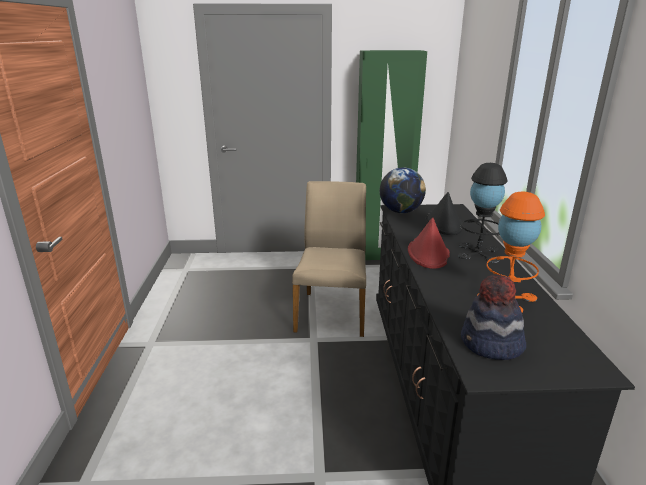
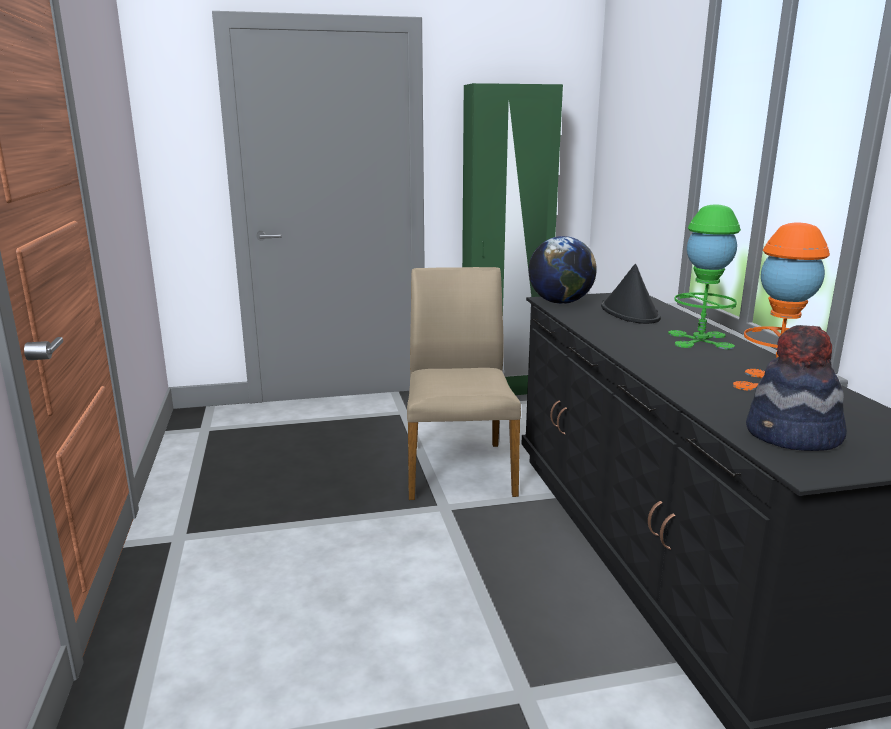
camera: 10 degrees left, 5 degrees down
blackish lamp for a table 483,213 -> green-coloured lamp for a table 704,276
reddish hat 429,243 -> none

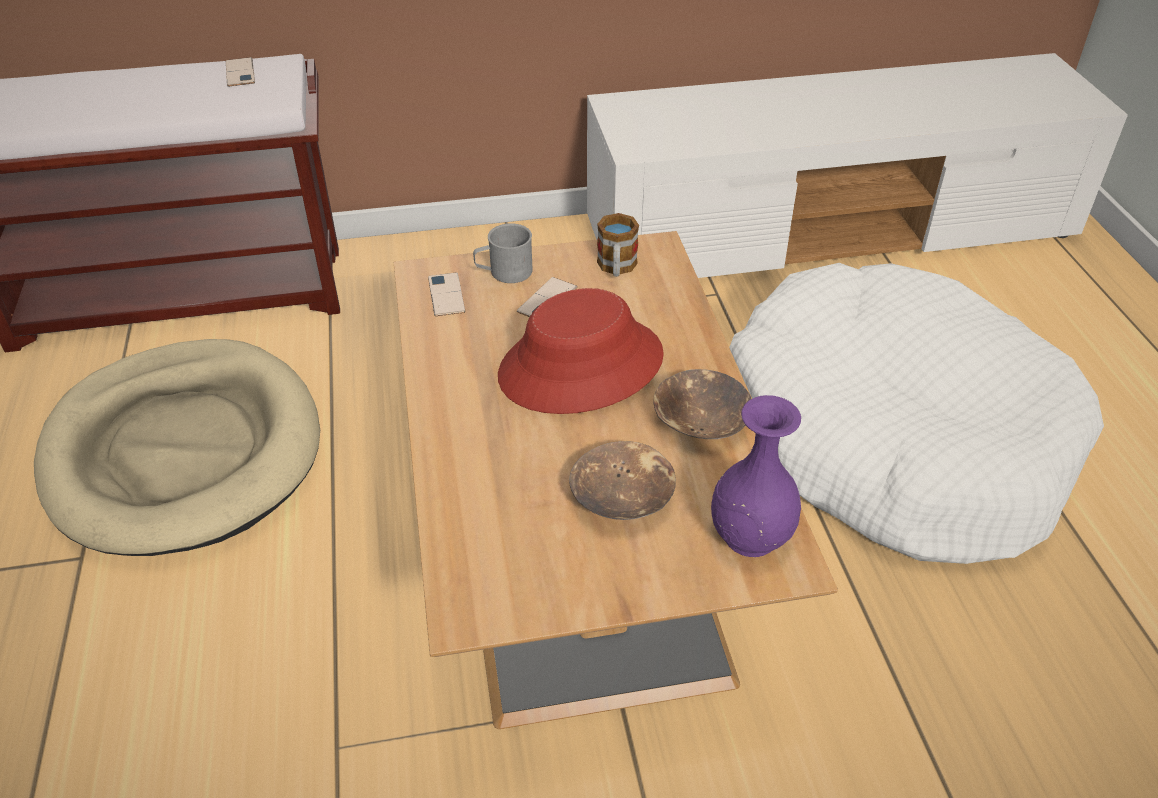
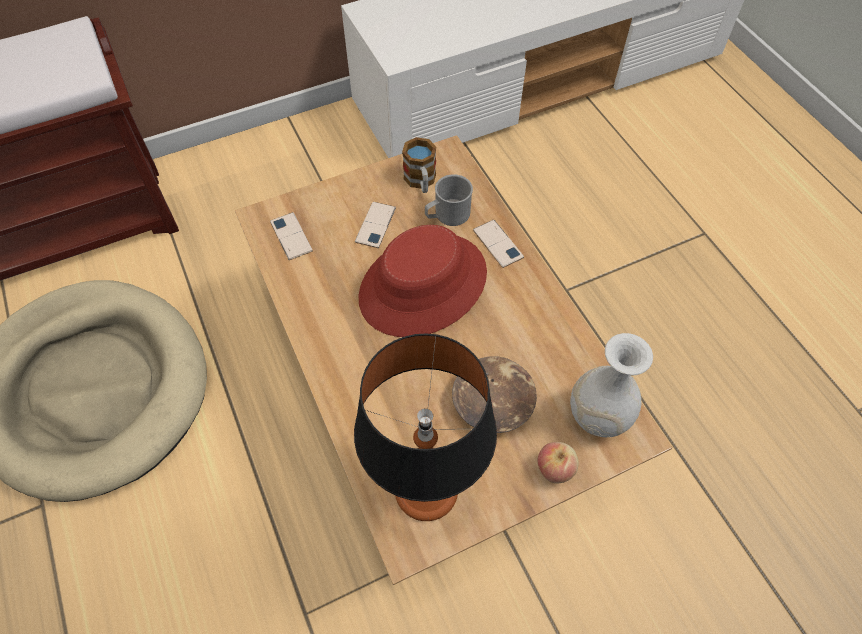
camera: 15 degrees left, 15 degrees up
phone 240,72 -> phone 498,244, move
gray coffee mug 503,253 -> gray coffee mug 449,200, move
white-coloured dog bed 916,413 -> none
brown serving bowl 702,404 -> none
purple-coloured vase 756,476 -> white-coloured vase 611,385
none -> lamp for a table 425,427
none -> apple fruit 558,462

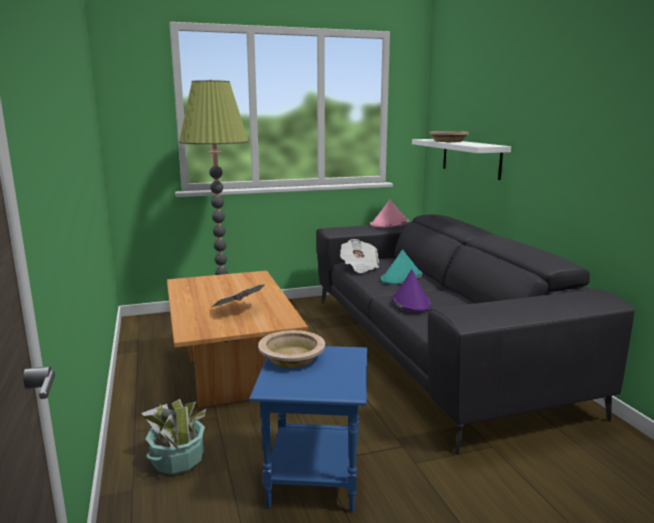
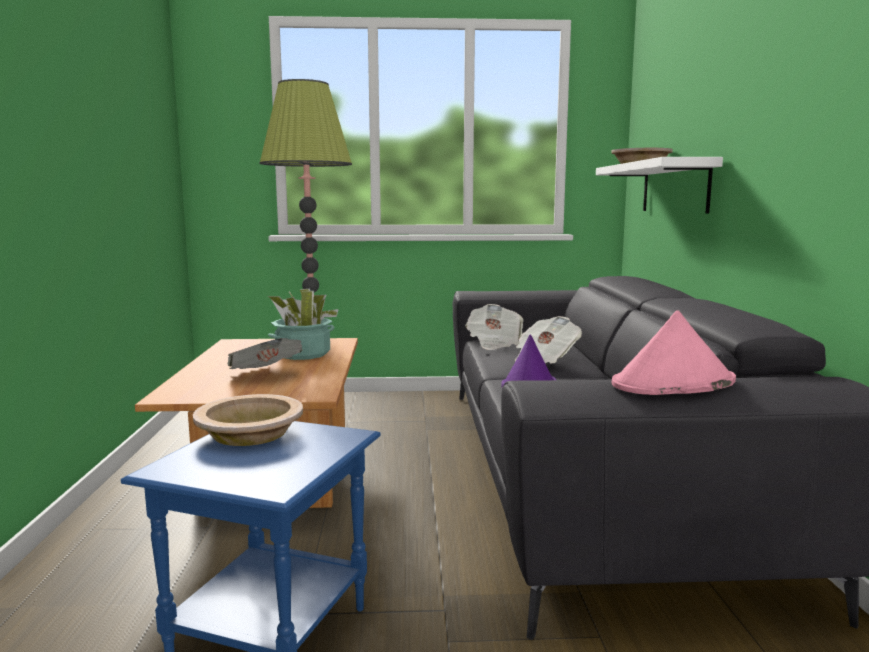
camera: 15 degrees right, 5 degrees down
pink-coloured hat 389,213 -> pink-coloured hat 674,352, move
turquoise-coloured hat 401,267 -> daily paper 548,340
houseplant 173,437 -> houseplant 303,324, move

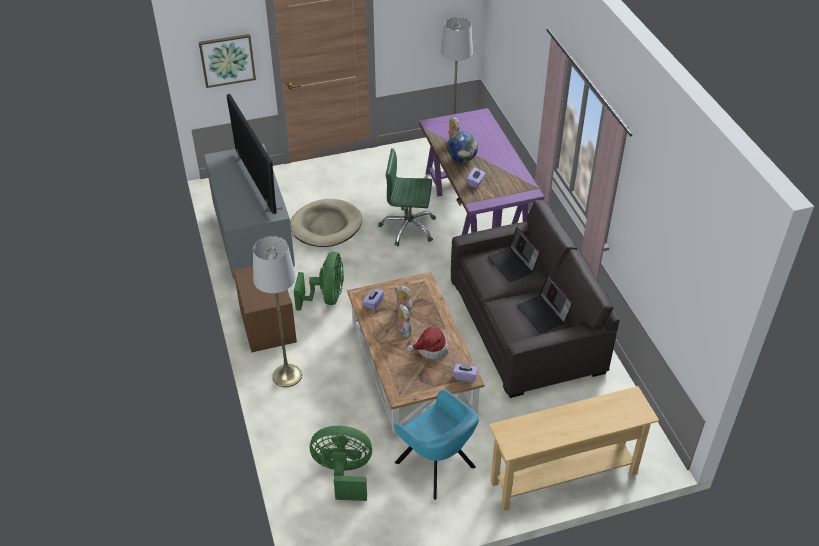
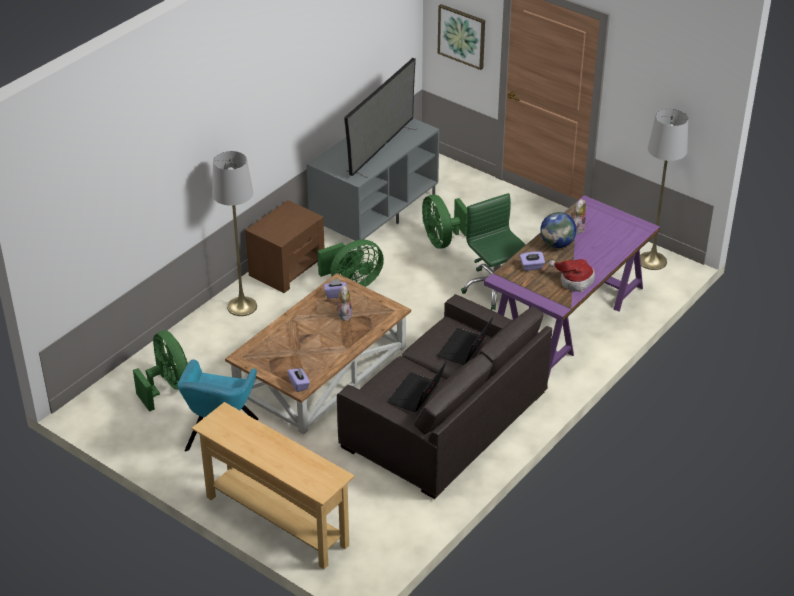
camera: 55 degrees right, 5 degrees down
beige dog bed 326,223 -> green-coloured cooling fan 444,221
soft toy 404,320 -> none
hat 428,342 -> hat 571,275, move

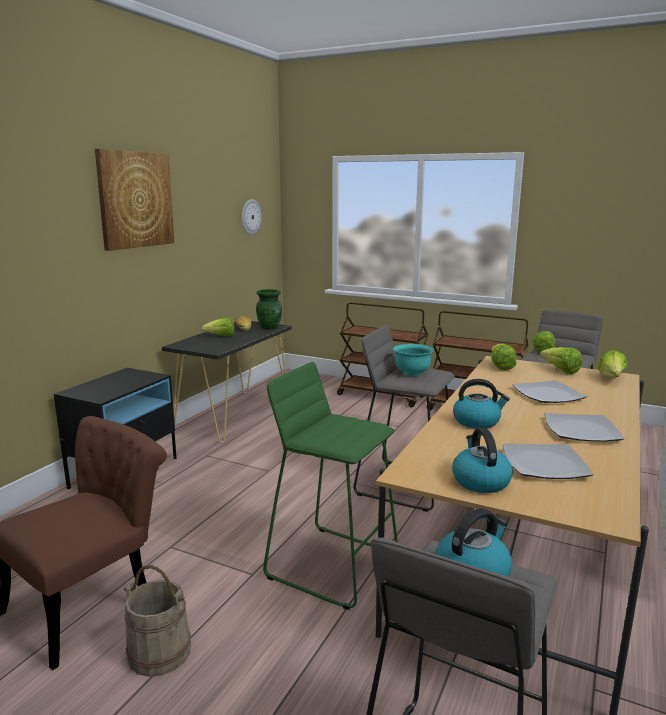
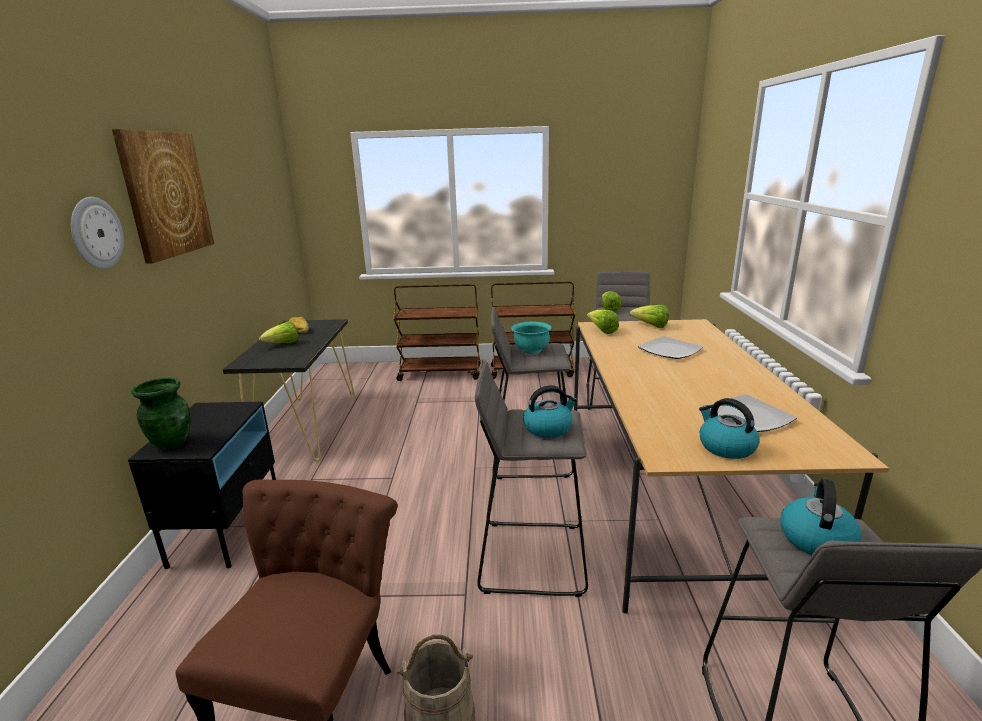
camera: 25 degrees left, 5 degrees up
hanging clock 252,217 -> hanging clock 97,233, move
green-coloured vase 269,309 -> green-coloured vase 161,414, move
head of lettuce 612,364 -> none
green-coloured stool seat 330,486 -> gray stool seat 531,478
kettle 481,404 -> kettle 550,411, move
flat dish 584,427 -> none

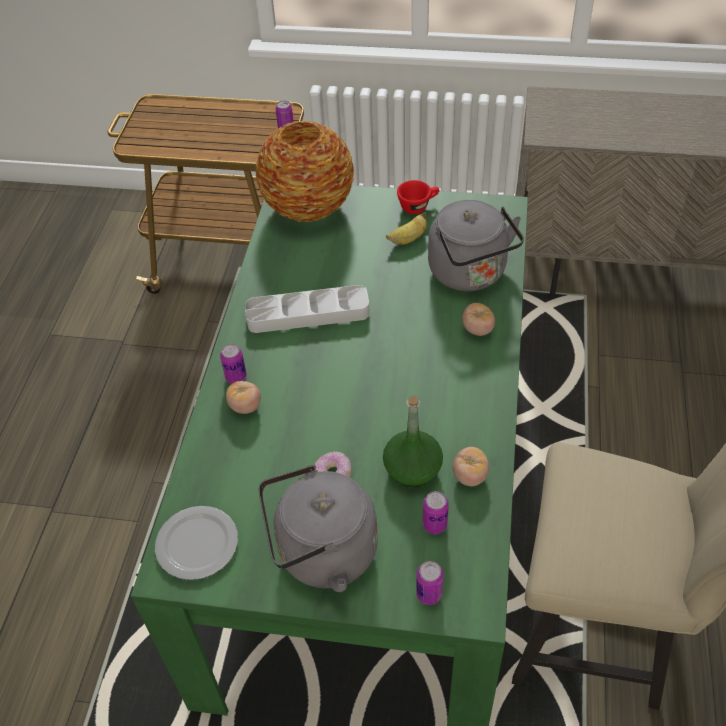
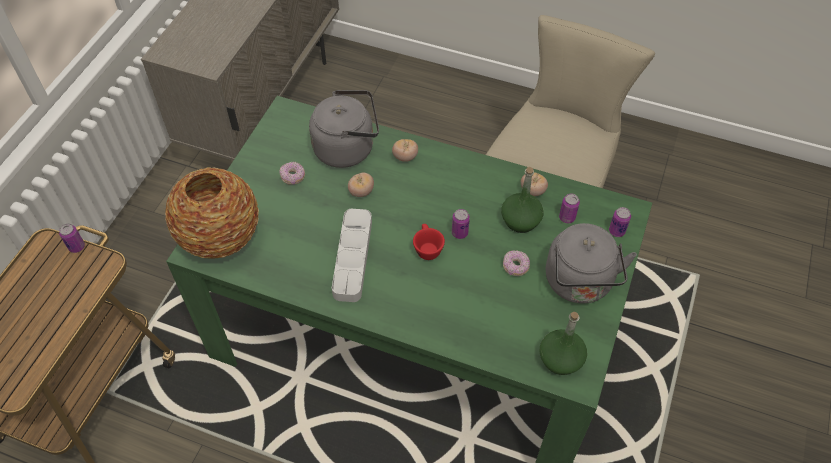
camera: 80 degrees left, 5 degrees up
reddish drinking cup 418,197 -> reddish drinking cup 429,242, move
banana fruit 406,228 -> ring doughnut 292,173
can 233,364 -> can 461,224, move
fresh tomato 243,397 -> fresh tomato 361,185, move
flat dish 196,543 -> green-coloured beverage bottle 563,343

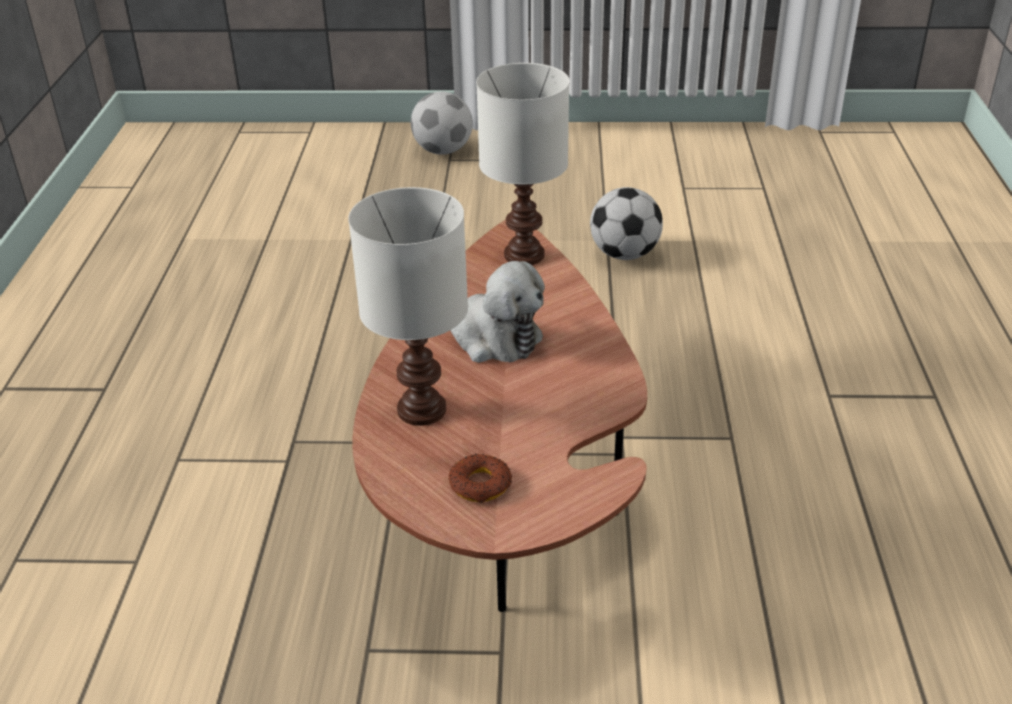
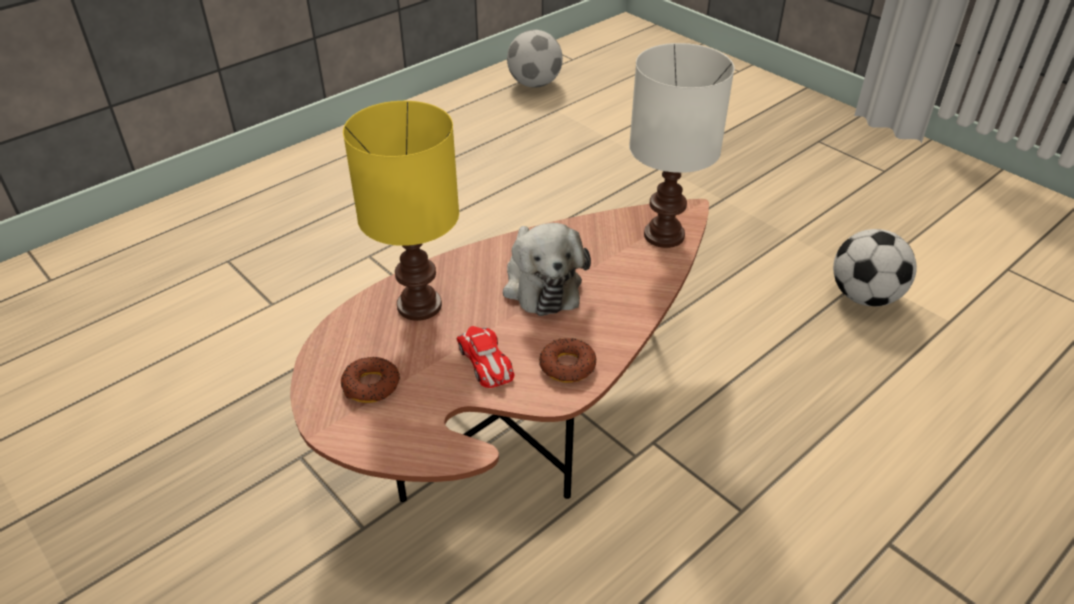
camera: 45 degrees right, 5 degrees up
ball for football 442,123 -> ball for football 535,59, move
white-coloured lamp for a table 408,306 -> yellow lamp for a table 401,211
none -> toy car 485,357
none -> ring doughnut 567,360

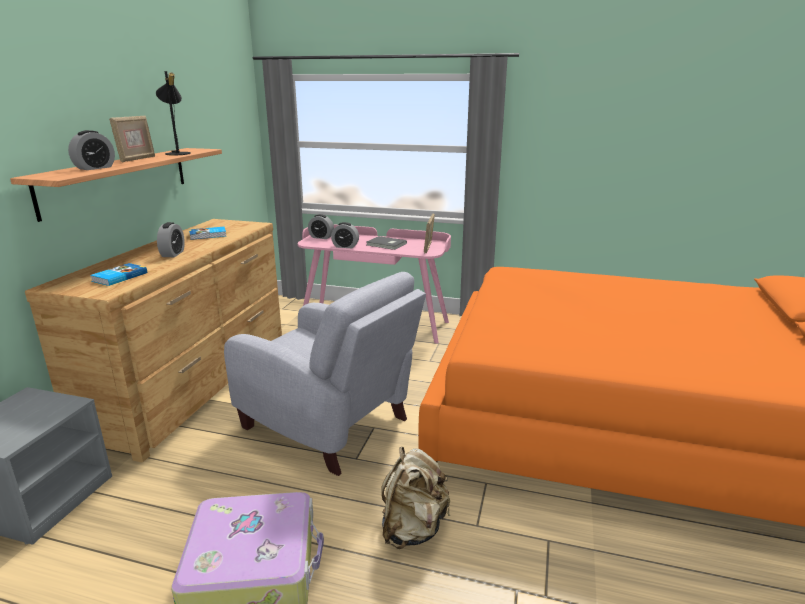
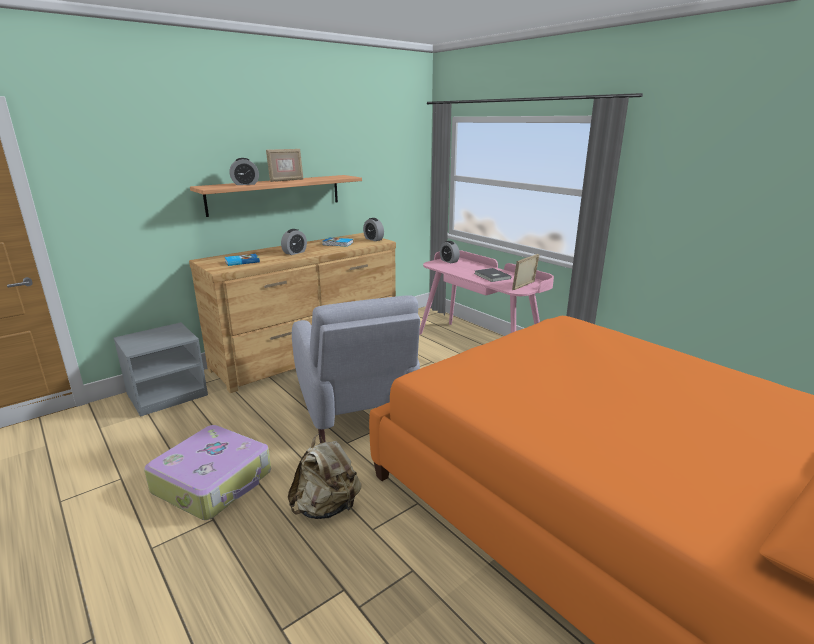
camera: 35 degrees right, 0 degrees up
blackish lamp for a table 173,113 -> none
alarm clock 345,235 -> alarm clock 373,229, move

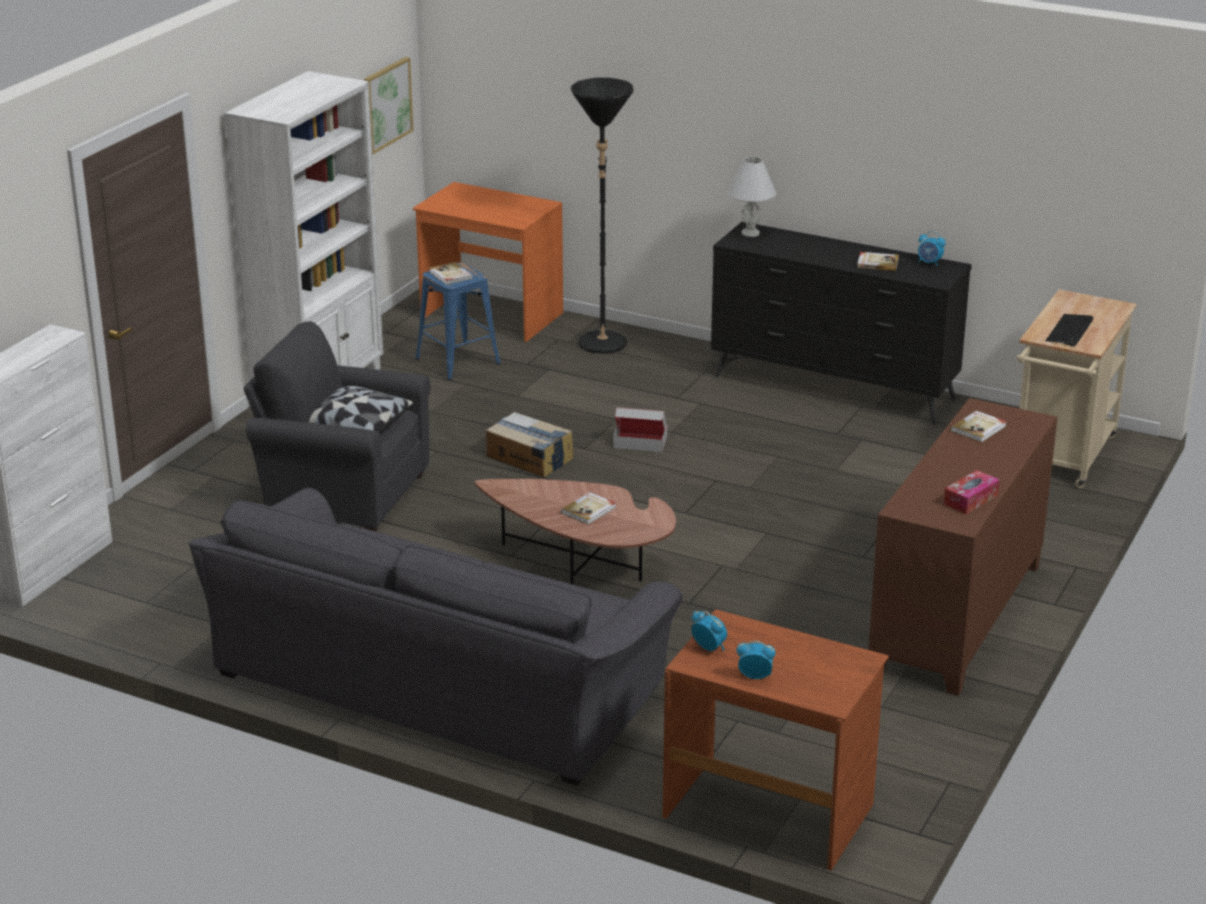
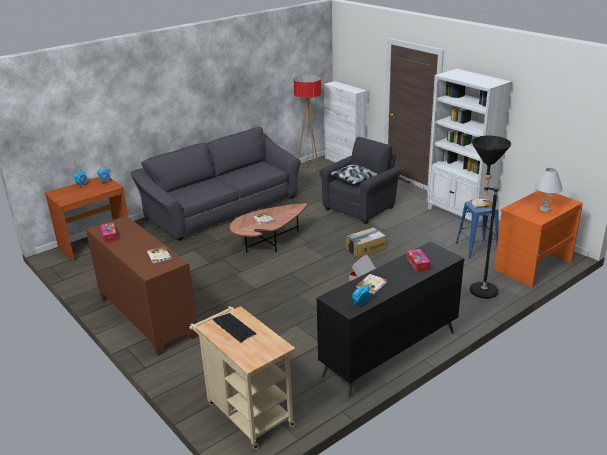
camera: 115 degrees right, 0 degrees up
wall art 389,105 -> none
white-coloured lamp for a table 752,197 -> white-coloured lamp for a table 548,190, move
none -> standing lamp 307,124
none -> tissue box 418,260

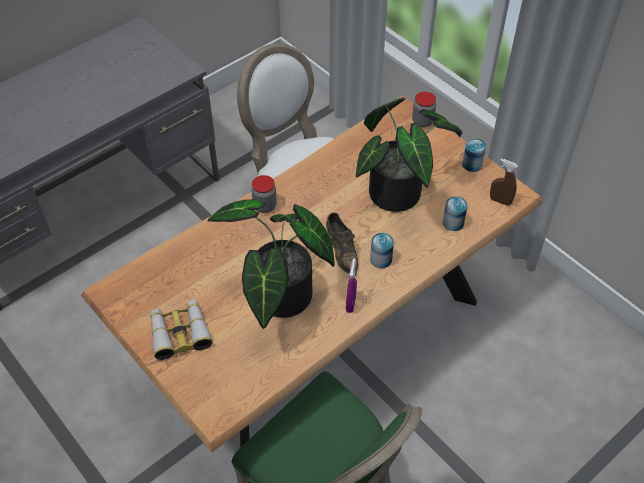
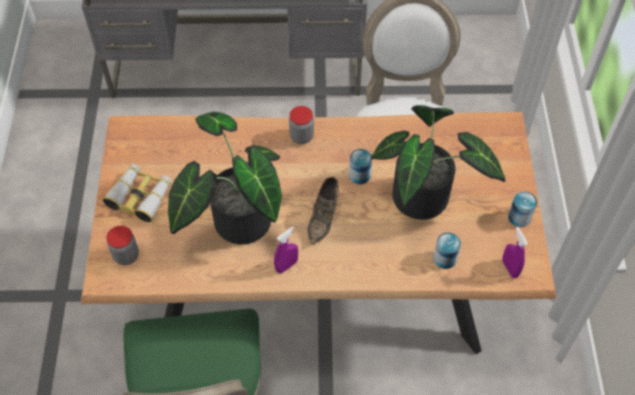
camera: 40 degrees right, 5 degrees up
storage jar 424,109 -> storage jar 122,245, move
brown sprayer 503,182 -> purple-coloured sprayer 515,252
can 382,250 -> can 360,166, move

